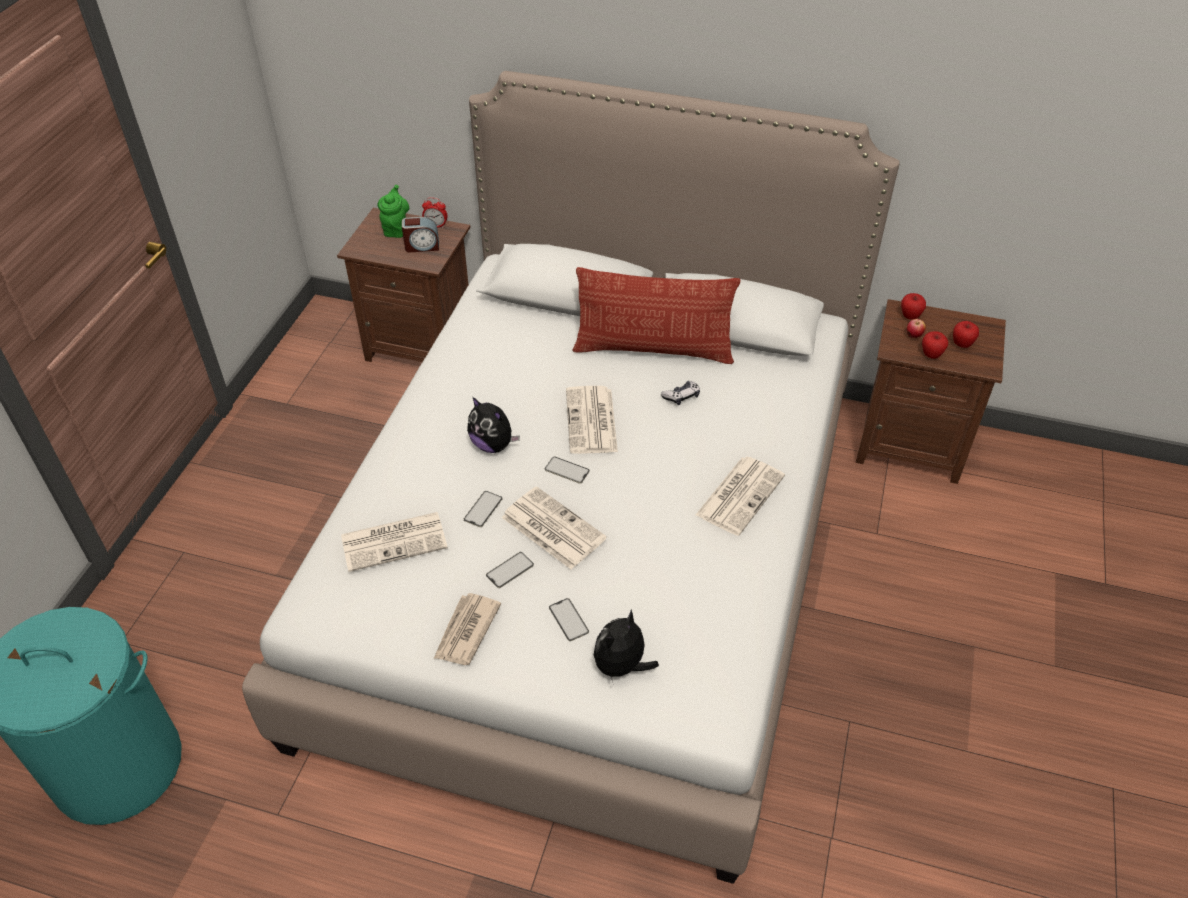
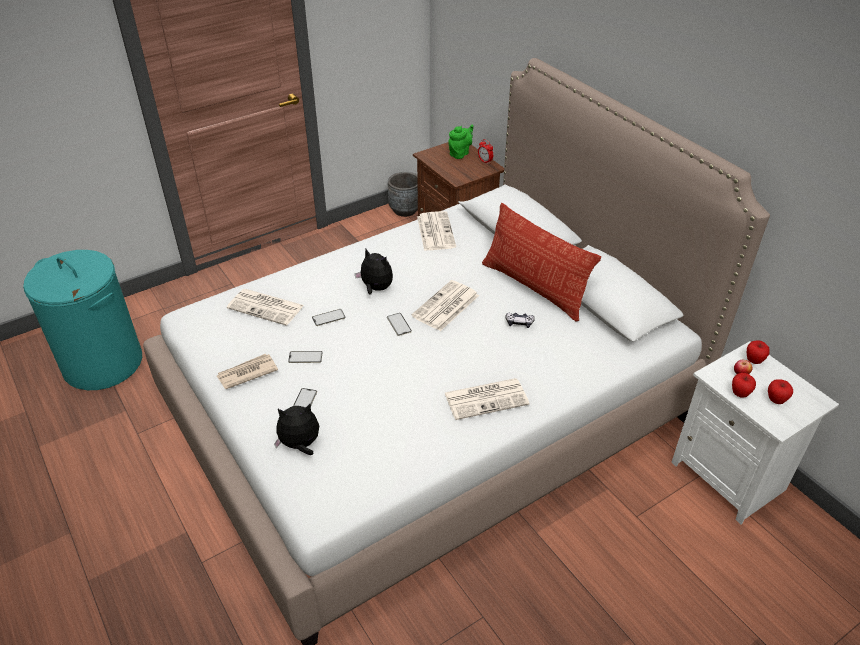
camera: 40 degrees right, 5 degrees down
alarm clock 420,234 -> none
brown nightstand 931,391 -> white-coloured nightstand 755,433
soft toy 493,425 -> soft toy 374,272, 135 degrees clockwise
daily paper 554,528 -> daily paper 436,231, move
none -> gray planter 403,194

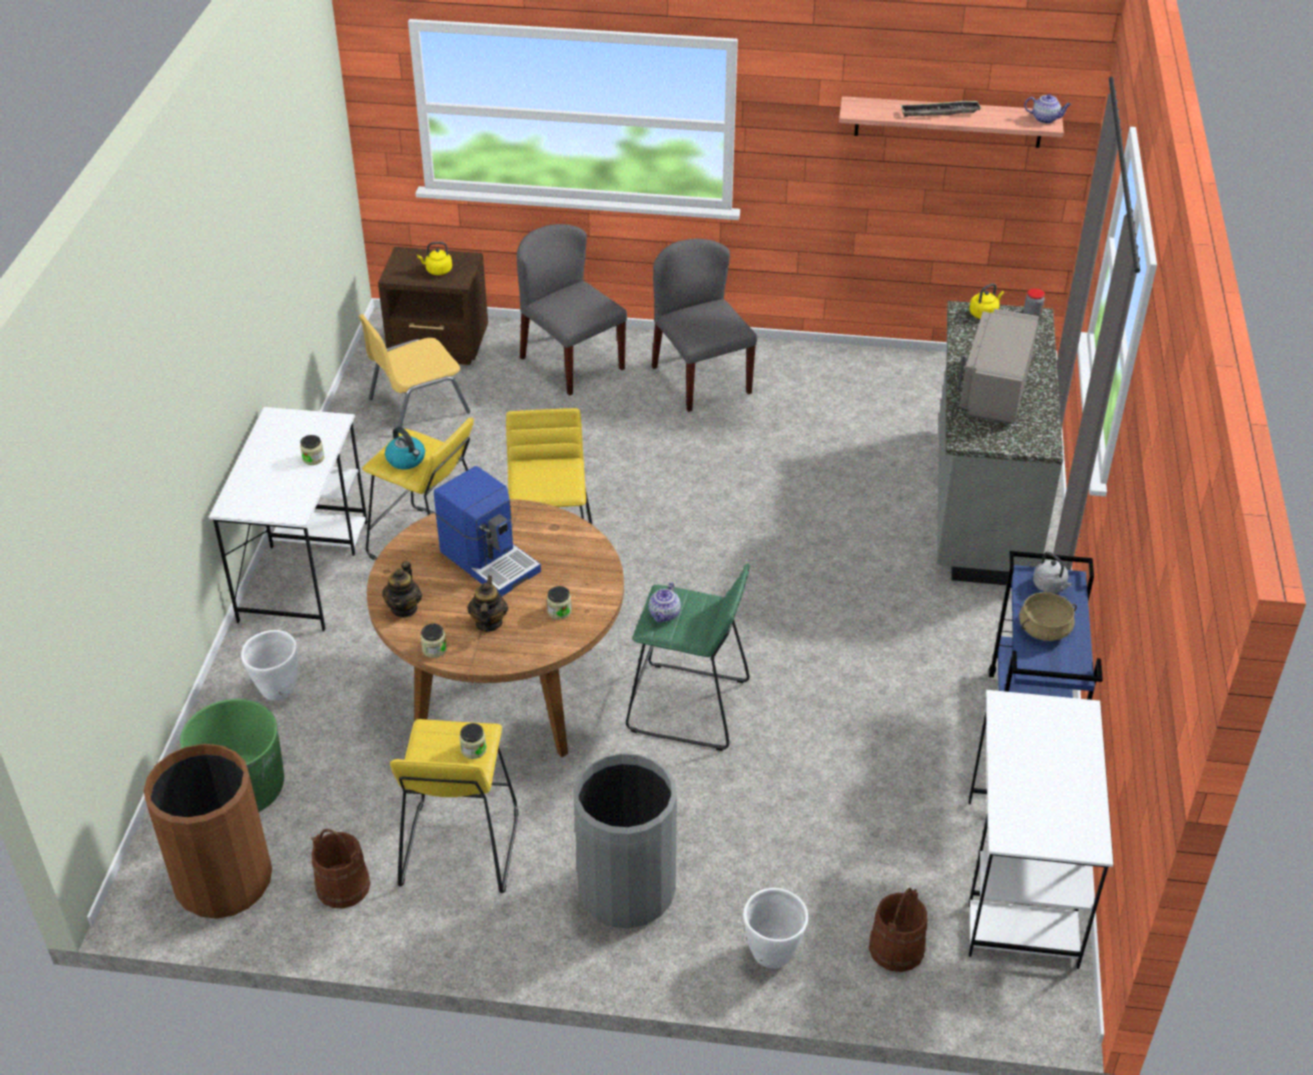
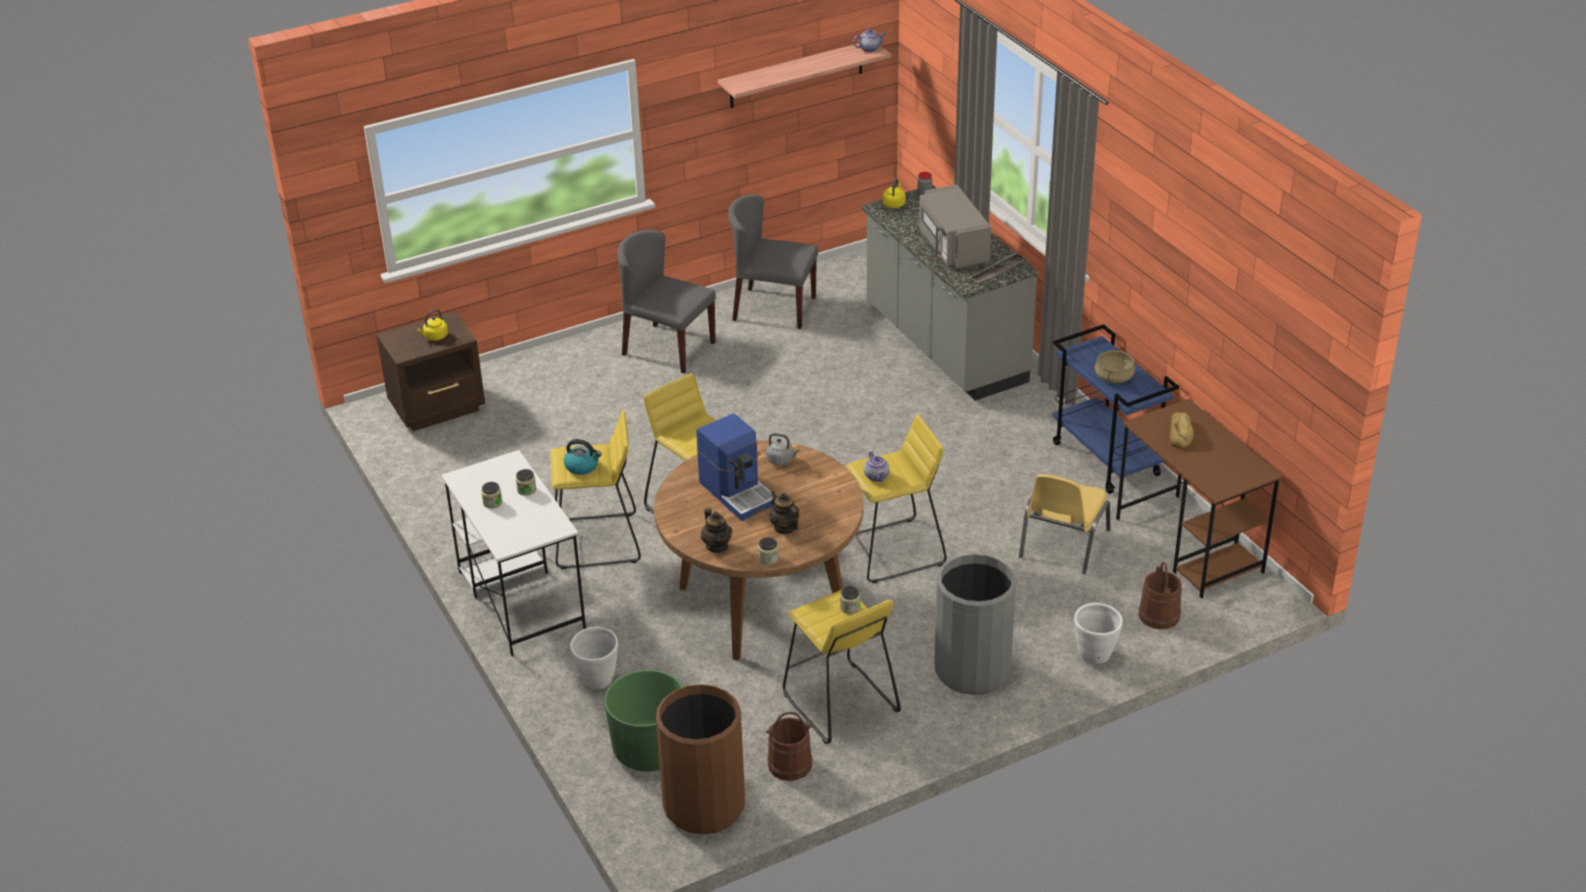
camera: 35 degrees left, 5 degrees down
serving tray 941,109 -> serving tray 998,268, move
gray chair 572,310 -> gray chair 773,261, move
yellow chair 414,373 -> yellow chair 1064,524, move
coffee maker 487,531 -> coffee maker 734,467, 45 degrees clockwise
gray kettle 1052,572 -> gray kettle 783,449, move
green-coloured stool seat 688,657 -> yellow stool seat 896,498
storage jar 559,603 -> storage jar 491,495, move
white-coloured desk unit 1040,829 -> brown desk unit 1199,498
none -> bread 1182,430

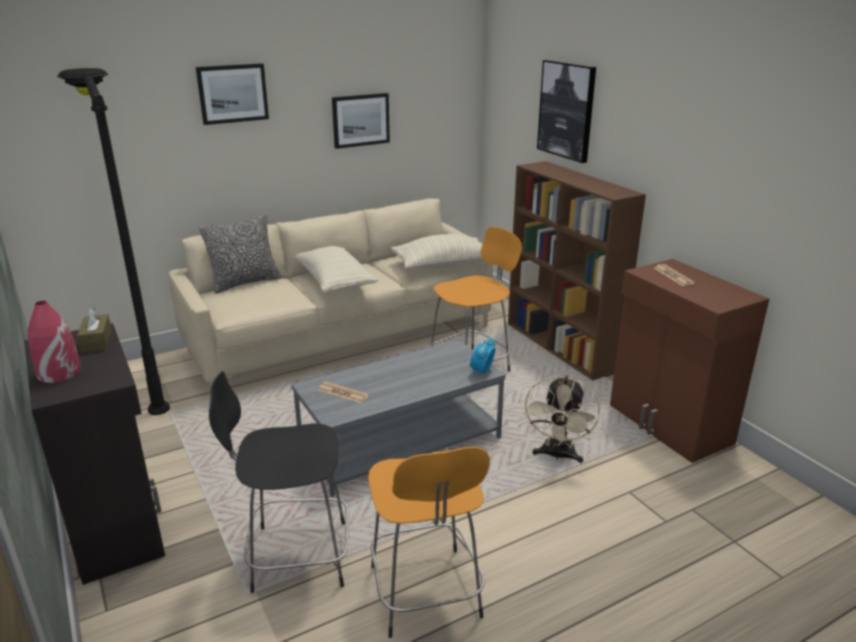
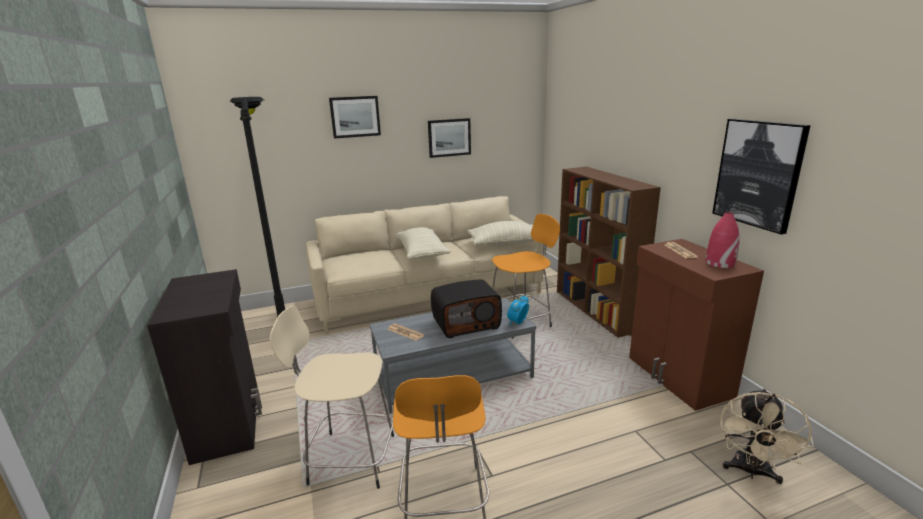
camera: 10 degrees right, 5 degrees down
wall art 566,111 -> wall art 761,176, move
cushion 240,254 -> none
reddish vase 54,342 -> reddish vase 723,240, move
brown tissue box 94,330 -> none
blackish stool seat 279,482 -> beige stool seat 332,397
beige cooling fan 561,419 -> beige cooling fan 767,436, move
none -> radio 466,308

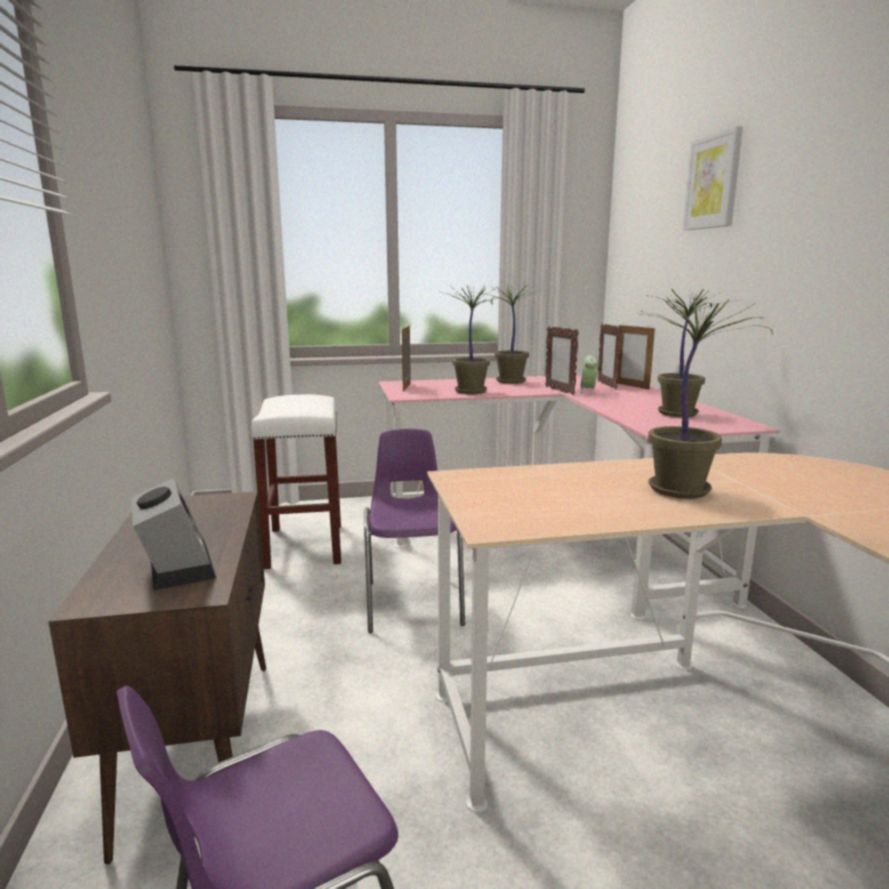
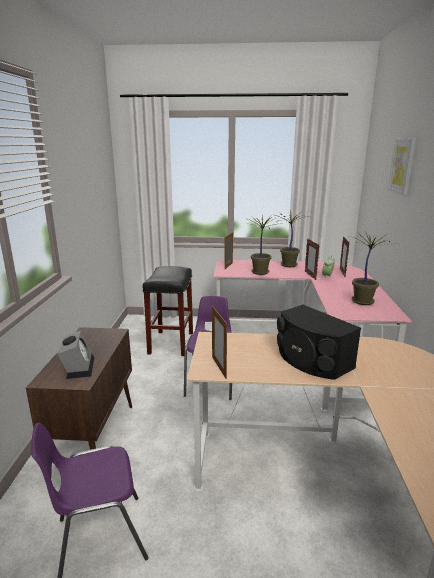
camera: 15 degrees right, 5 degrees up
houseplant 704,397 -> blackish loudspeaker 319,342
picture frame 636,356 -> picture frame 219,342, move
white-coloured stool seat 296,481 -> blackish stool seat 167,311

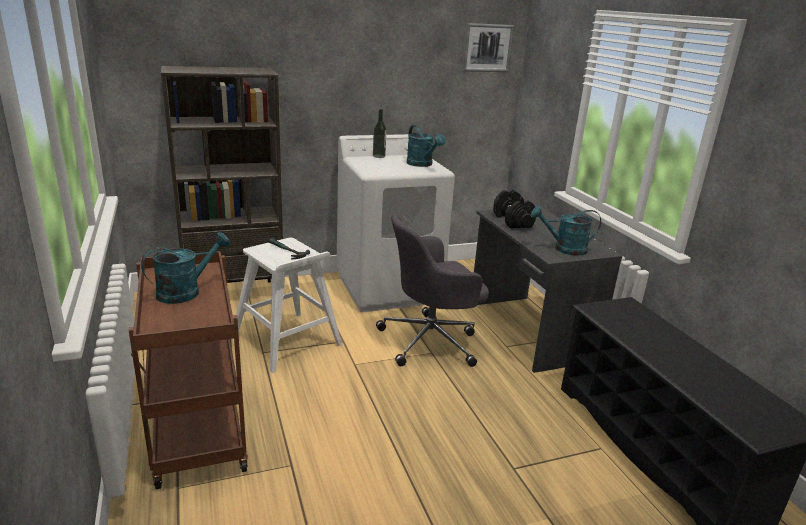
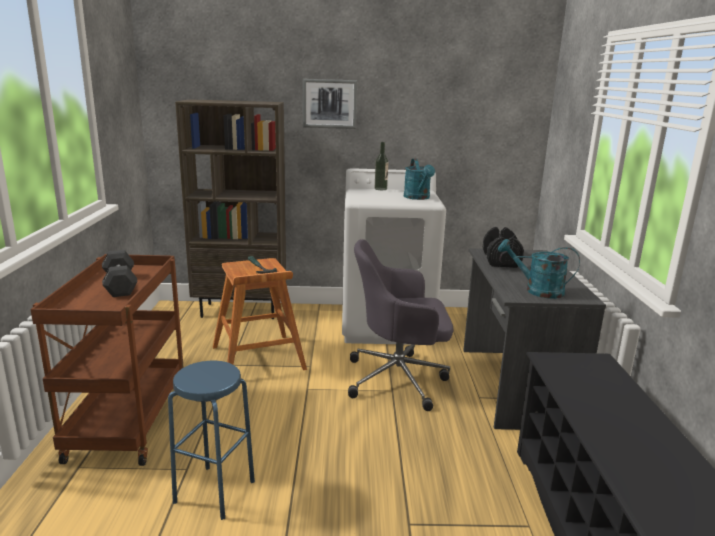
camera: 20 degrees right, 5 degrees down
wall art 488,47 -> wall art 330,104, move
turquoise-coloured watering can 186,268 -> blackish hand weight 119,273
white-coloured stool seat 289,305 -> brown stool seat 260,314
none -> blue-coloured stool seat 211,440

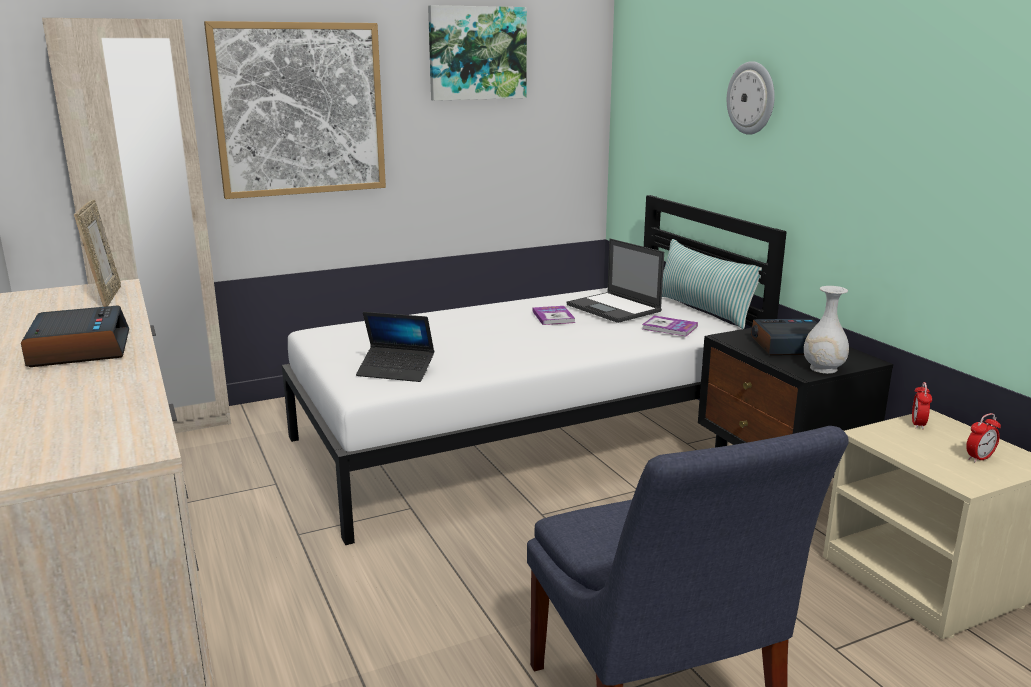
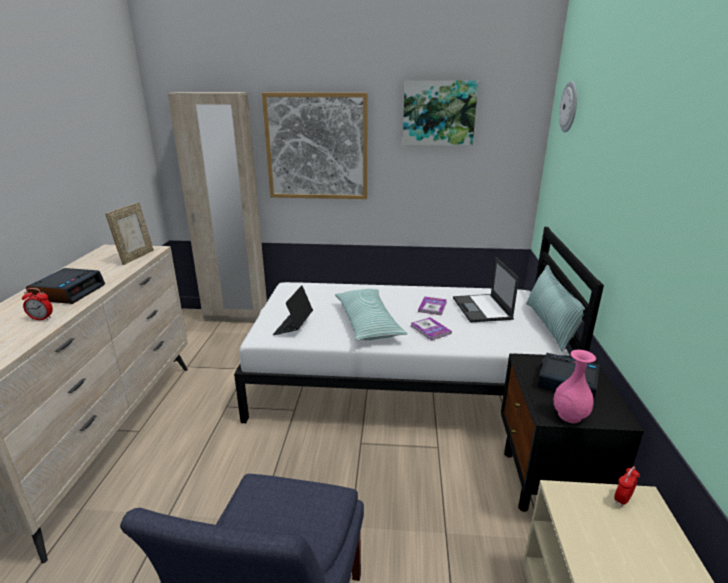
camera: 30 degrees right, 5 degrees up
hanging clock 751,98 -> hanging clock 568,106, move
white-coloured vase 826,330 -> pink-coloured vase 575,386
notebook computer 395,347 -> notebook computer 293,310, 60 degrees clockwise
book 670,326 -> book 431,329, move
alarm clock 983,437 -> alarm clock 37,304, move
none -> cushion 371,315

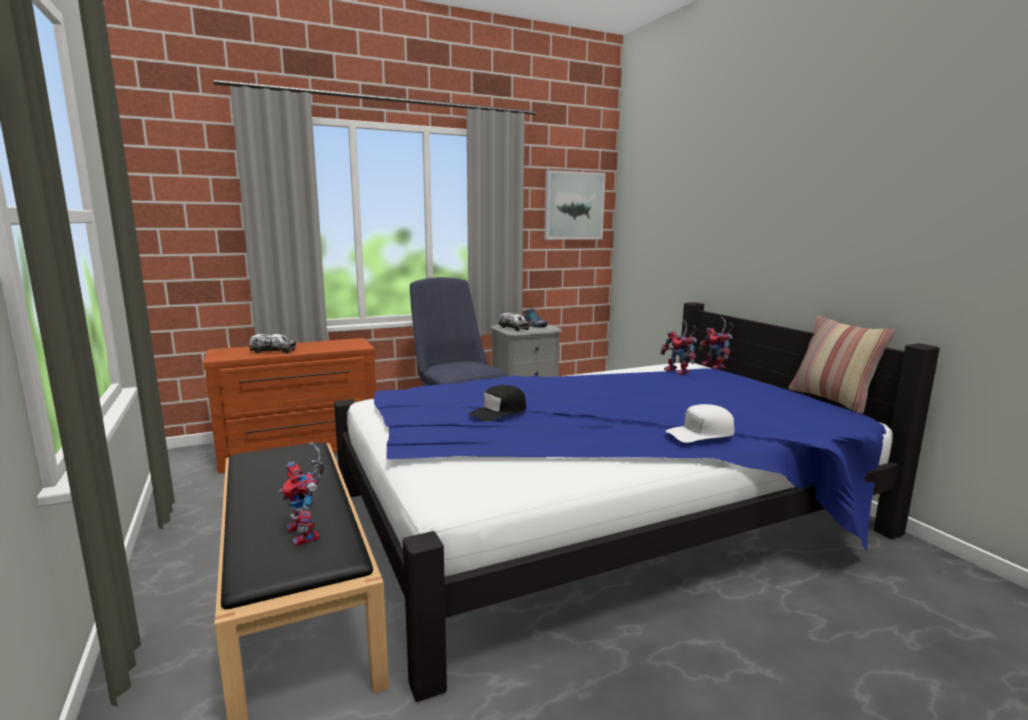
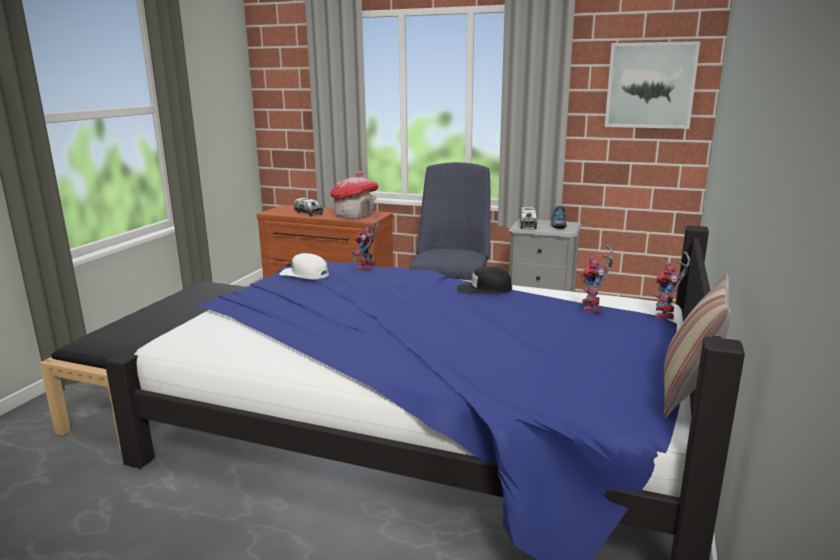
camera: 45 degrees right, 5 degrees up
blackish baseball cap 497,403 -> blackish baseball cap 485,279, move
white-coloured baseball cap 700,423 -> white-coloured baseball cap 304,266, move
robot figure 300,494 -> robot figure 365,243, move
none -> toy house 354,195

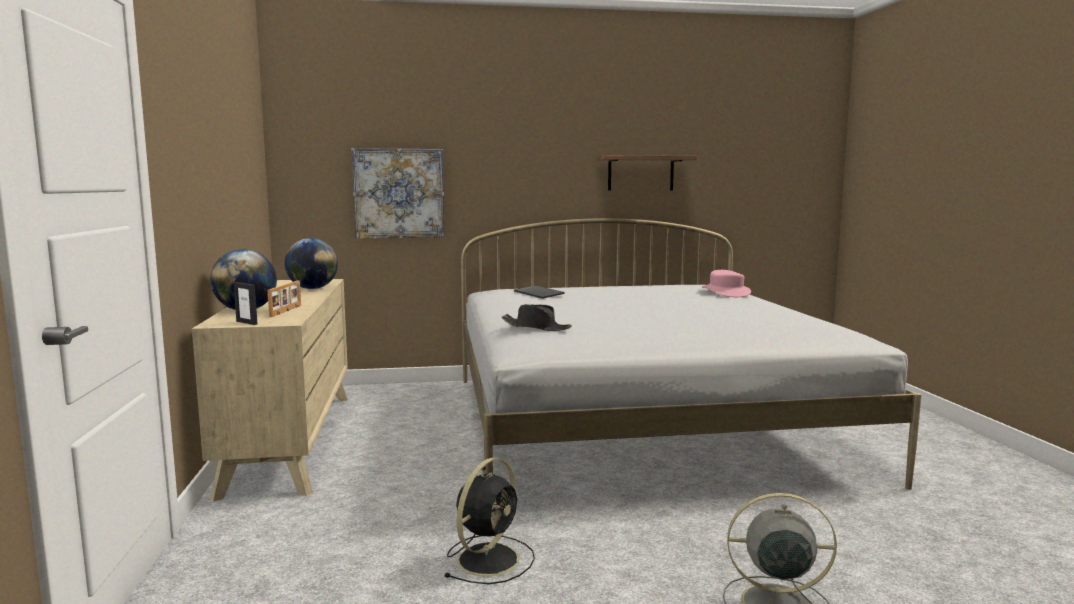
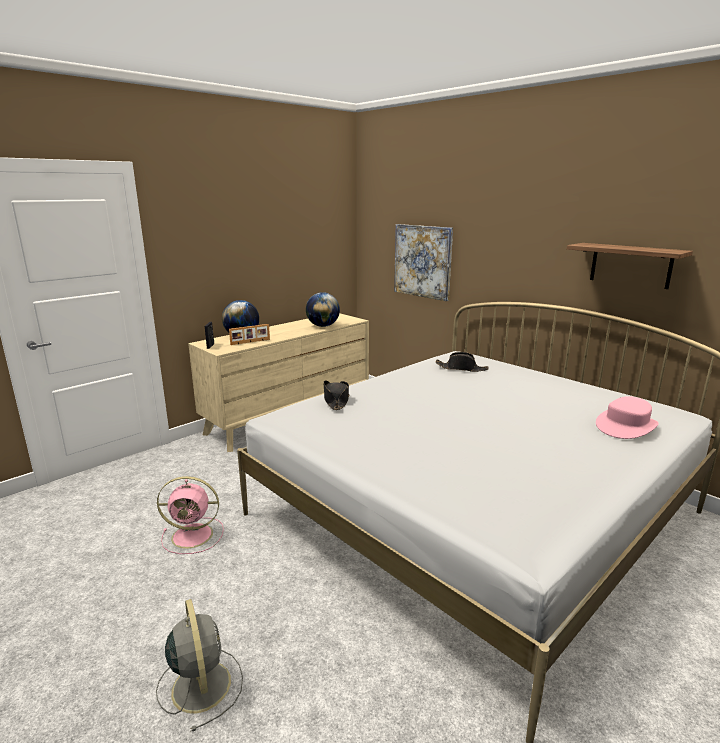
camera: 55 degrees right, 10 degrees up
keyboard 539,292 -> blackish hat 461,362
blackish cooling fan 489,521 -> pink-coloured cooling fan 190,515

